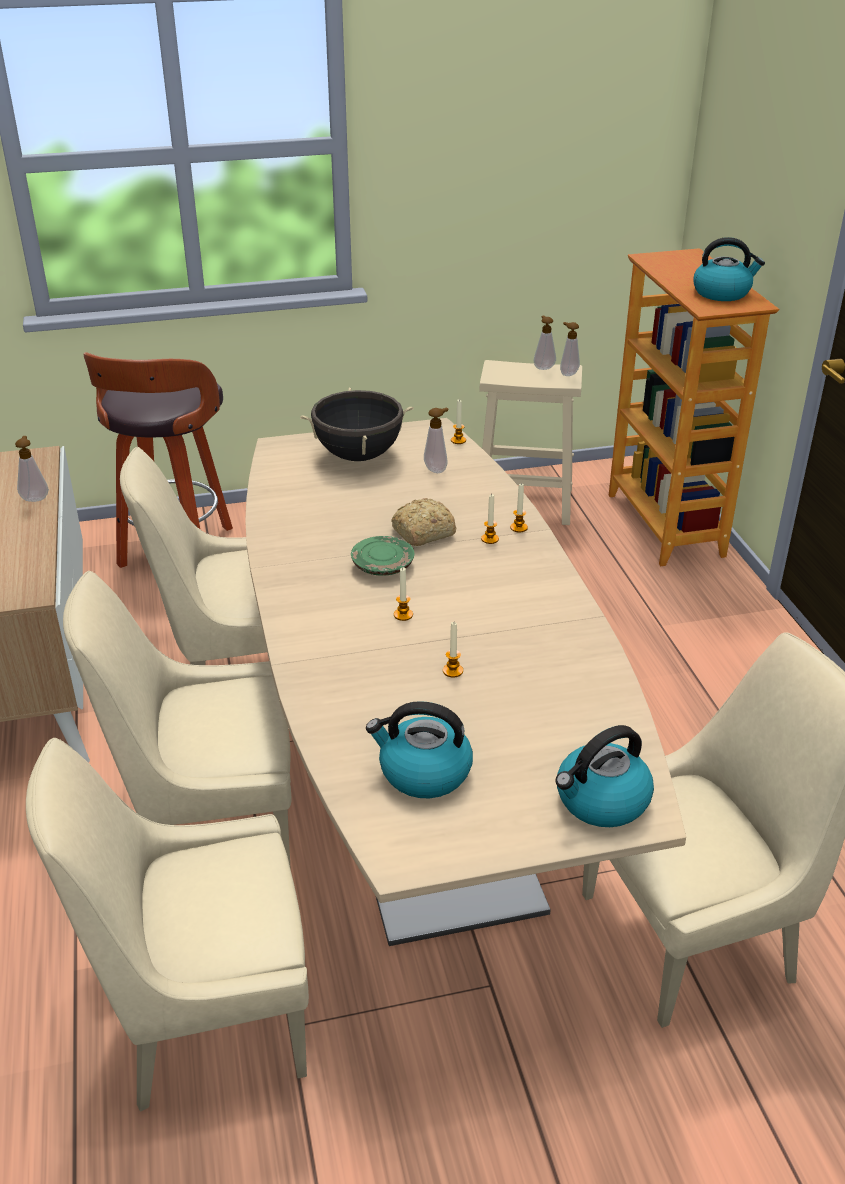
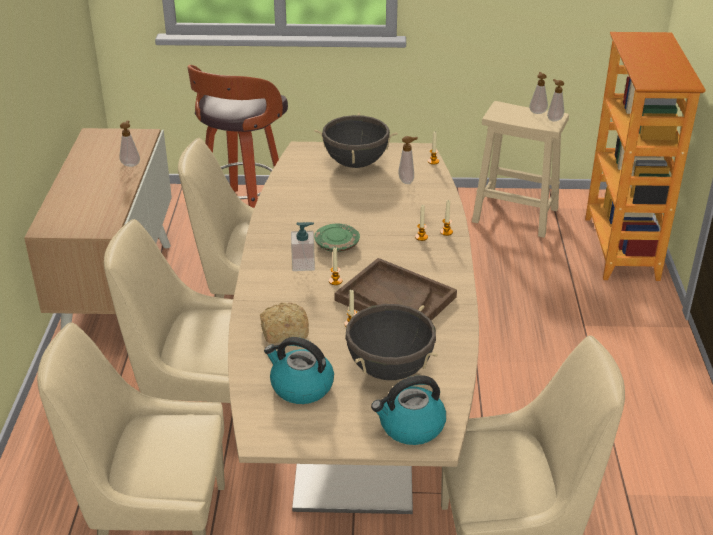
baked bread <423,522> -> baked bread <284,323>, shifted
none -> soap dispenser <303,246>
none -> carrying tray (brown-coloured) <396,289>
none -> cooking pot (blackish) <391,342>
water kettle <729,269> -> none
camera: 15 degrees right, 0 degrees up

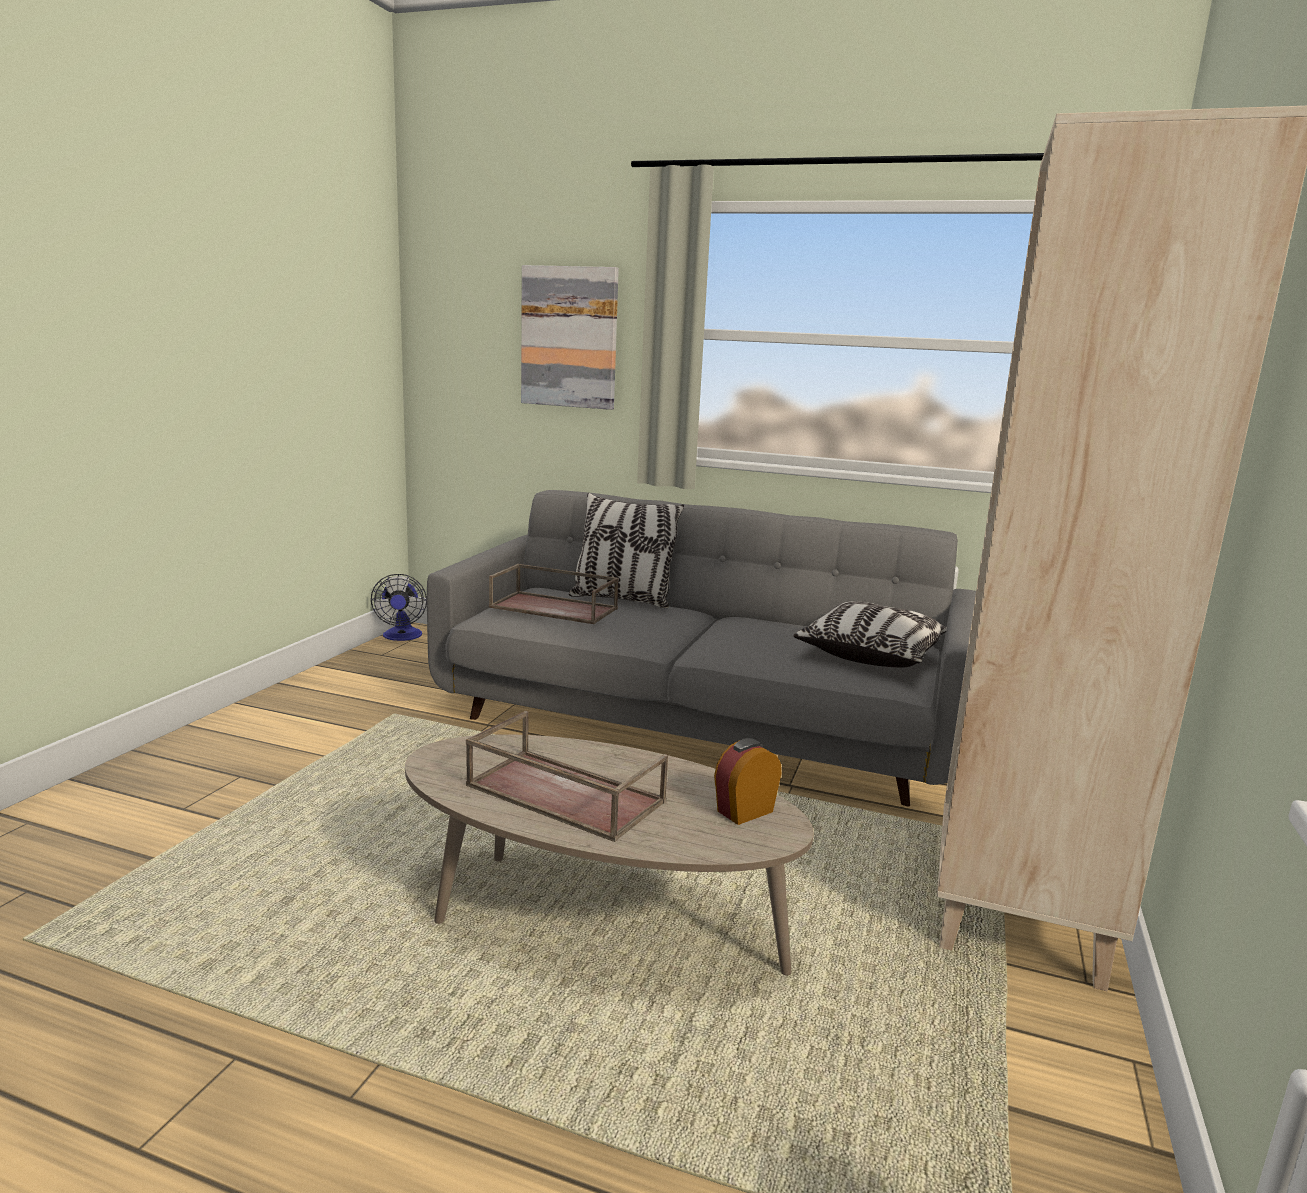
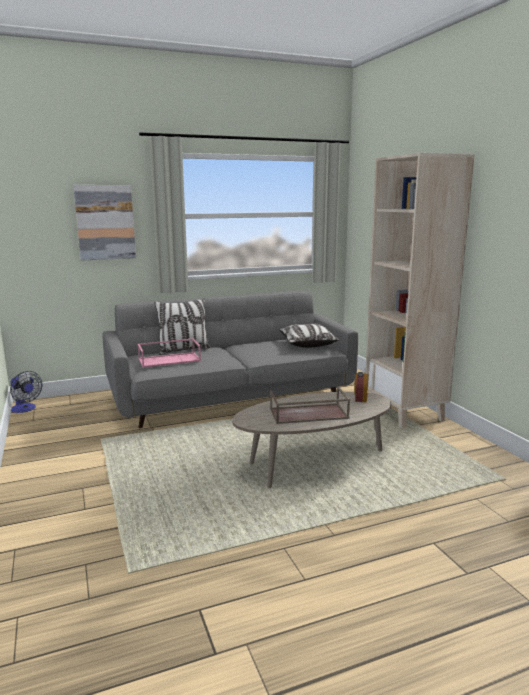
carrying tray (brown-coloured) <554,594> -> carrying tray (pink) <169,353>
camera: 40 degrees left, 0 degrees up

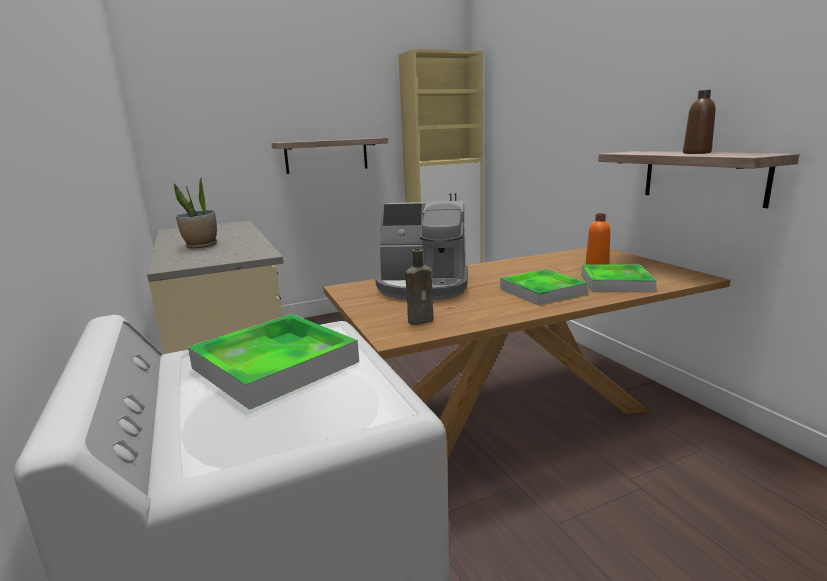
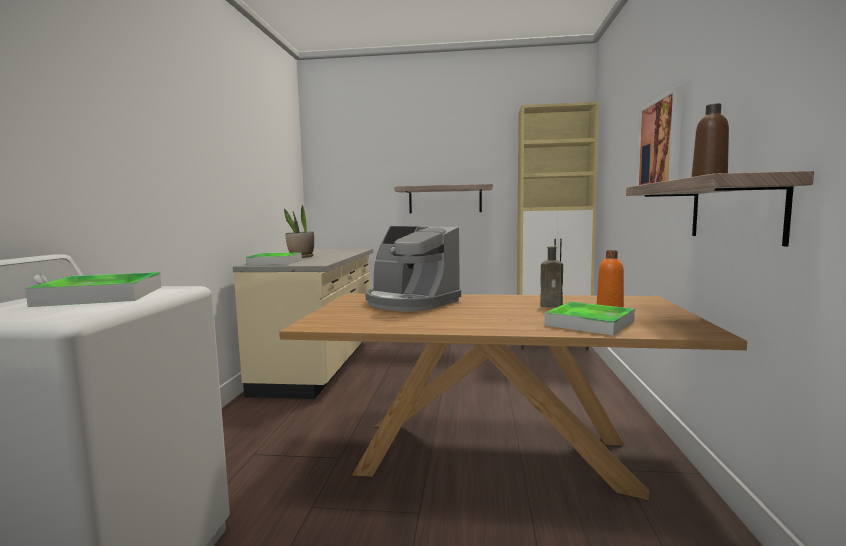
carrying tray <544,287> -> carrying tray <274,259>, shifted
bottle (brown-coloured) <419,287> -> bottle (brown-coloured) <551,276>, shifted
none -> picture <659,136>
camera: 30 degrees right, 10 degrees down

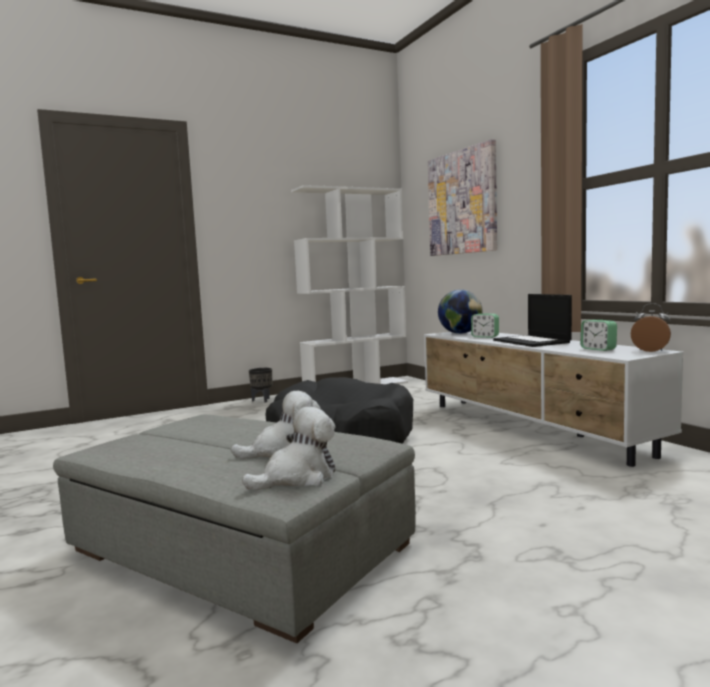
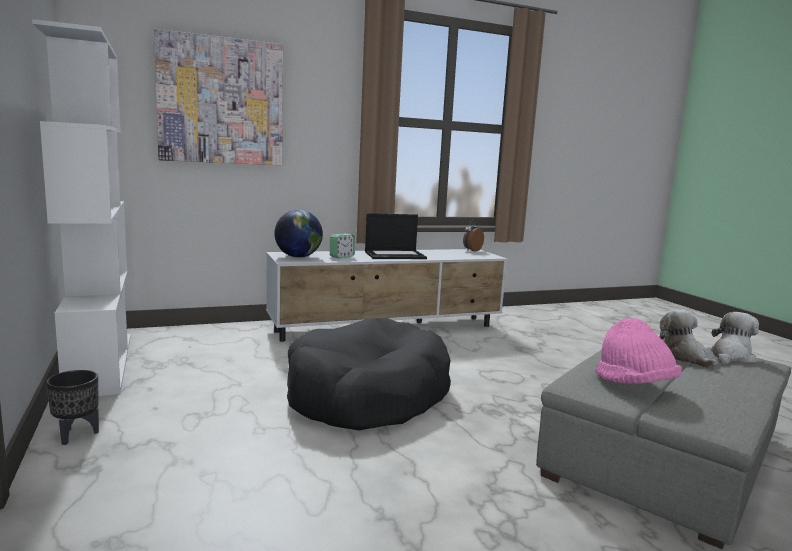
none -> clothing hat (pink) <638,351>
cuddly toy <288,448> -> cuddly toy <735,338>, 75 degrees clockwise
table clock <599,335> -> none
camera: 85 degrees left, 5 degrees up

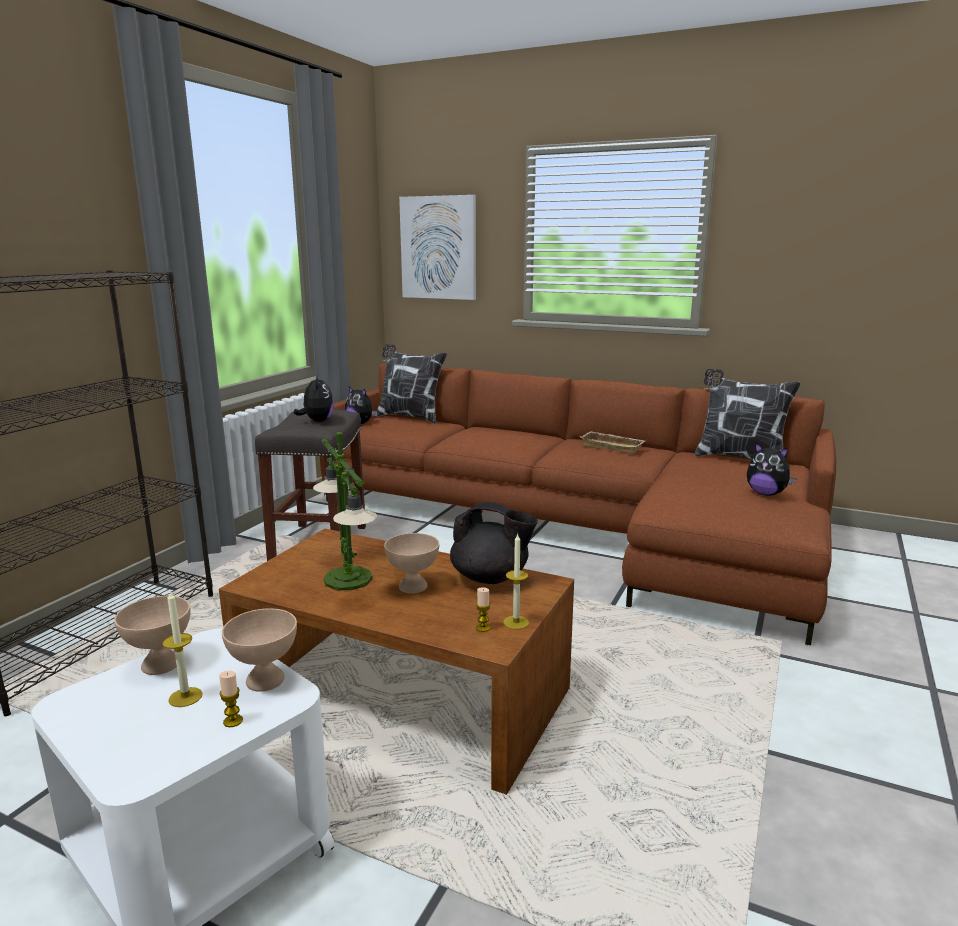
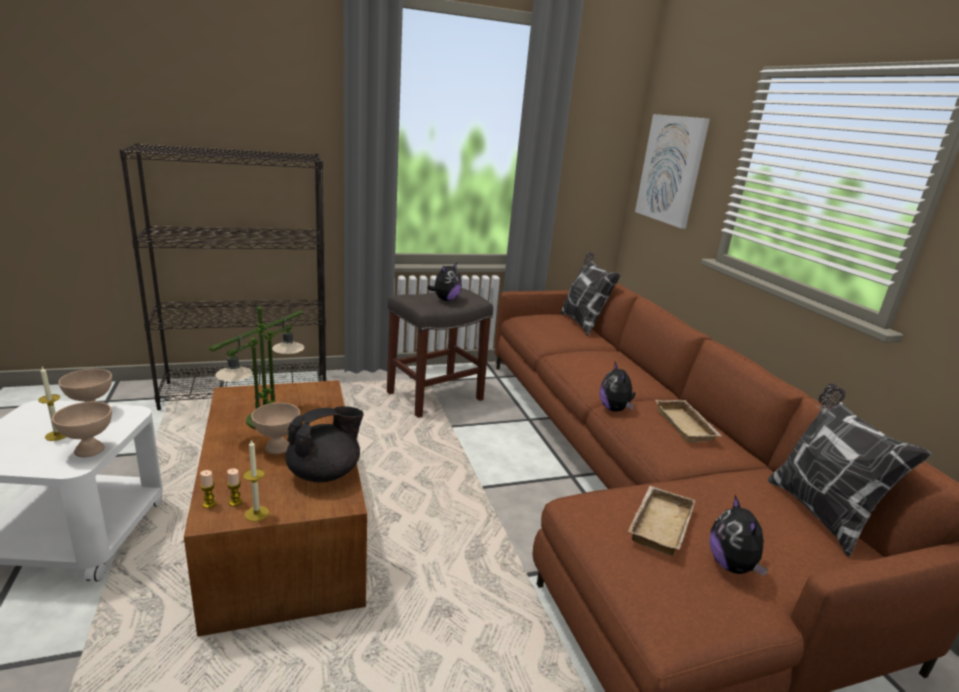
candle <231,699> -> candle <208,489>, shifted
pot for tea (blackish) <494,543> -> pot for tea (blackish) <324,444>, 105 degrees counterclockwise
cuddly toy <361,405> -> cuddly toy <618,387>, shifted
none -> carrying tray (beige) <662,521>
camera: 45 degrees right, 5 degrees up

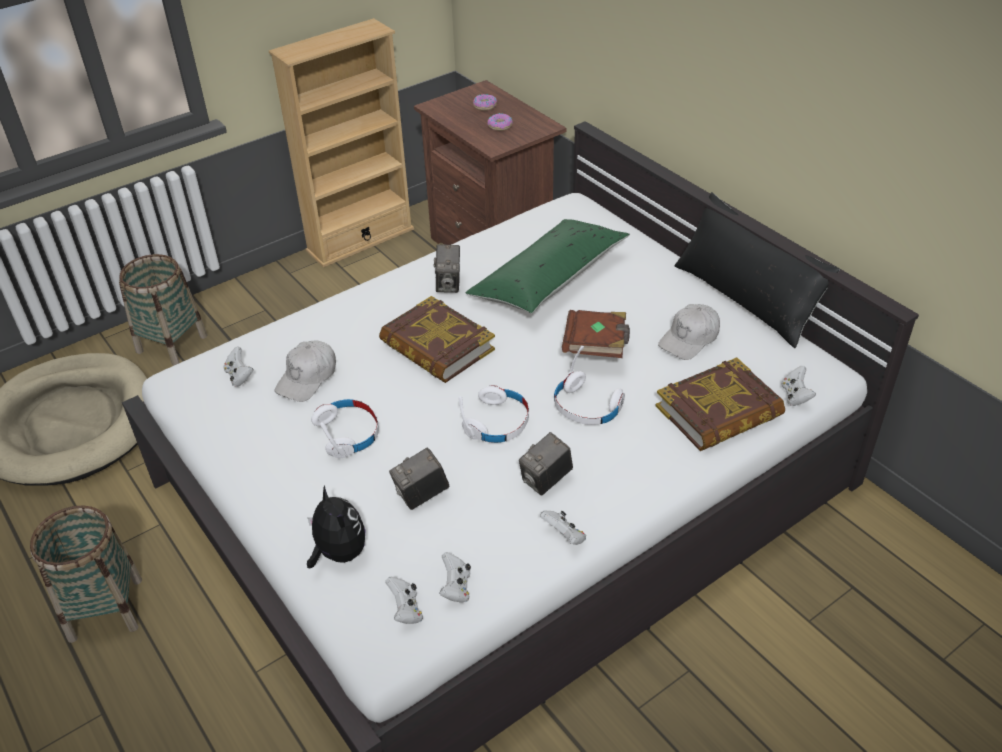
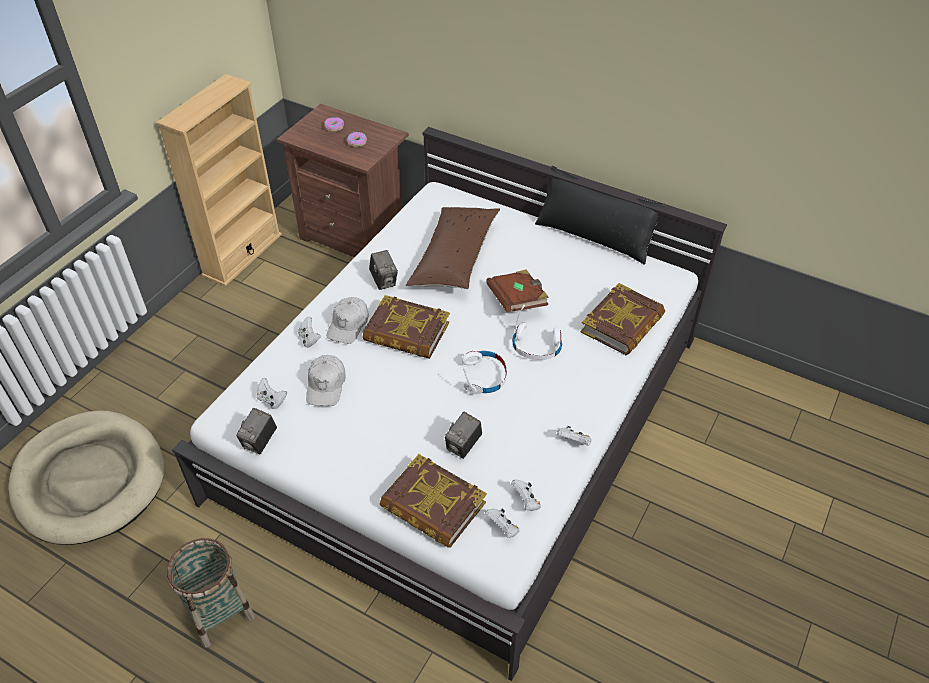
still camera <546,464> -> still camera <256,431>, shifted
joypad (whitish) <799,386> -> joypad (whitish) <309,332>, shifted
peaked cap (whitish) <689,332> -> peaked cap (whitish) <347,320>, shifted
cuddly toy <336,526> -> bound book <433,501>
throw pillow (greenish) <548,266> -> throw pillow (brown-coloured) <453,248>
storage basket <163,310> -> none
pair of headphones (whitish) <345,428> -> none
camera: 25 degrees left, 5 degrees up

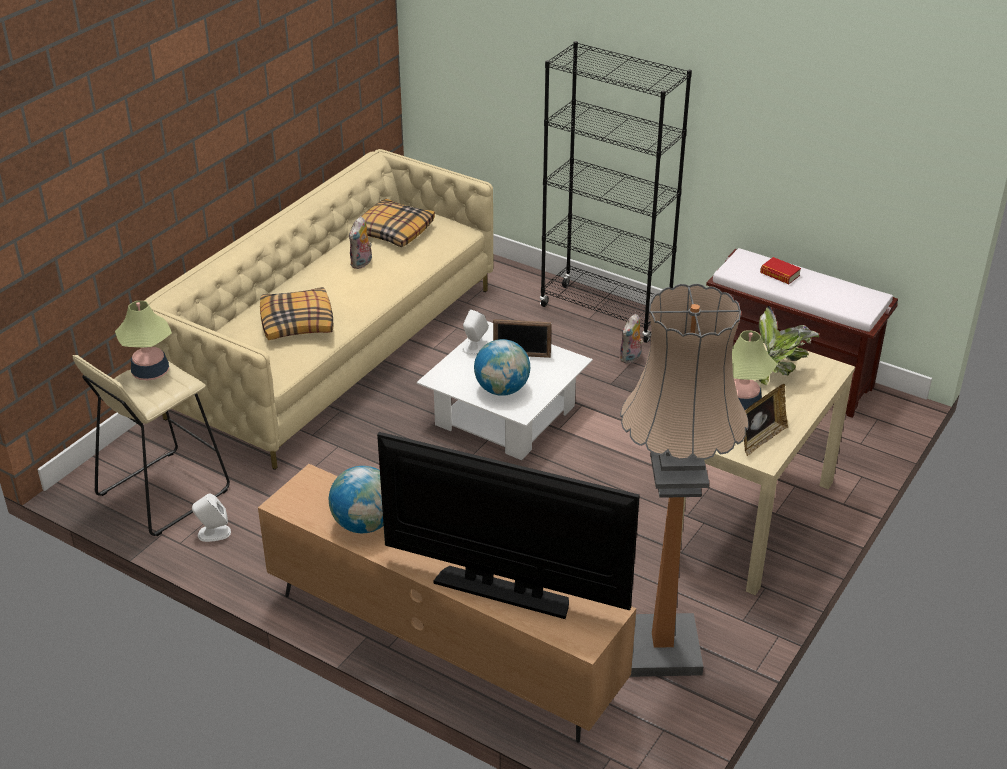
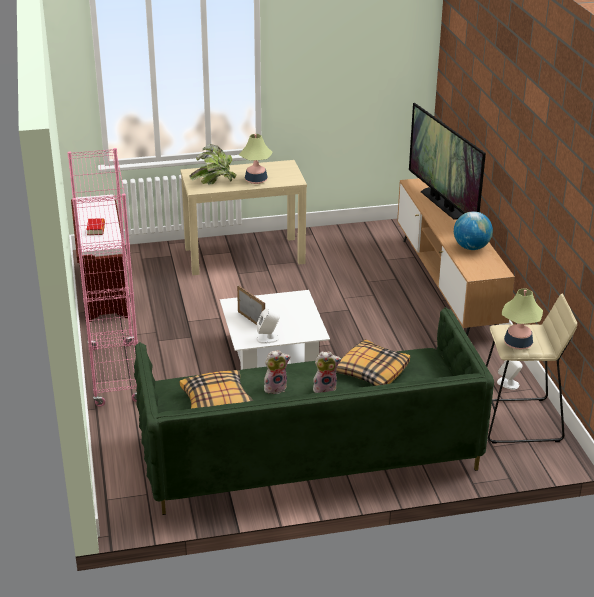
bookshelf (blackish) <616,192> -> bookshelf (pink) <102,277>
sofa (beige) <318,309> -> sofa (greenish) <314,411>
cuddly toy <631,339> -> cuddly toy <327,372>, shifted
desk globe <502,367> -> none
standing lamp <684,480> -> none
picture frame <766,420> -> none
camera: 135 degrees left, 5 degrees down

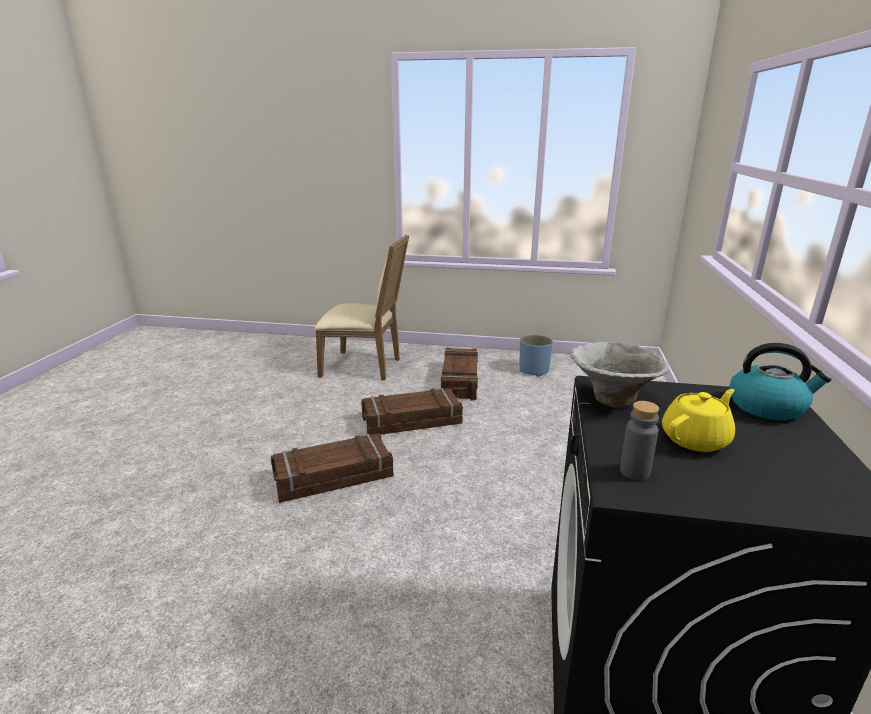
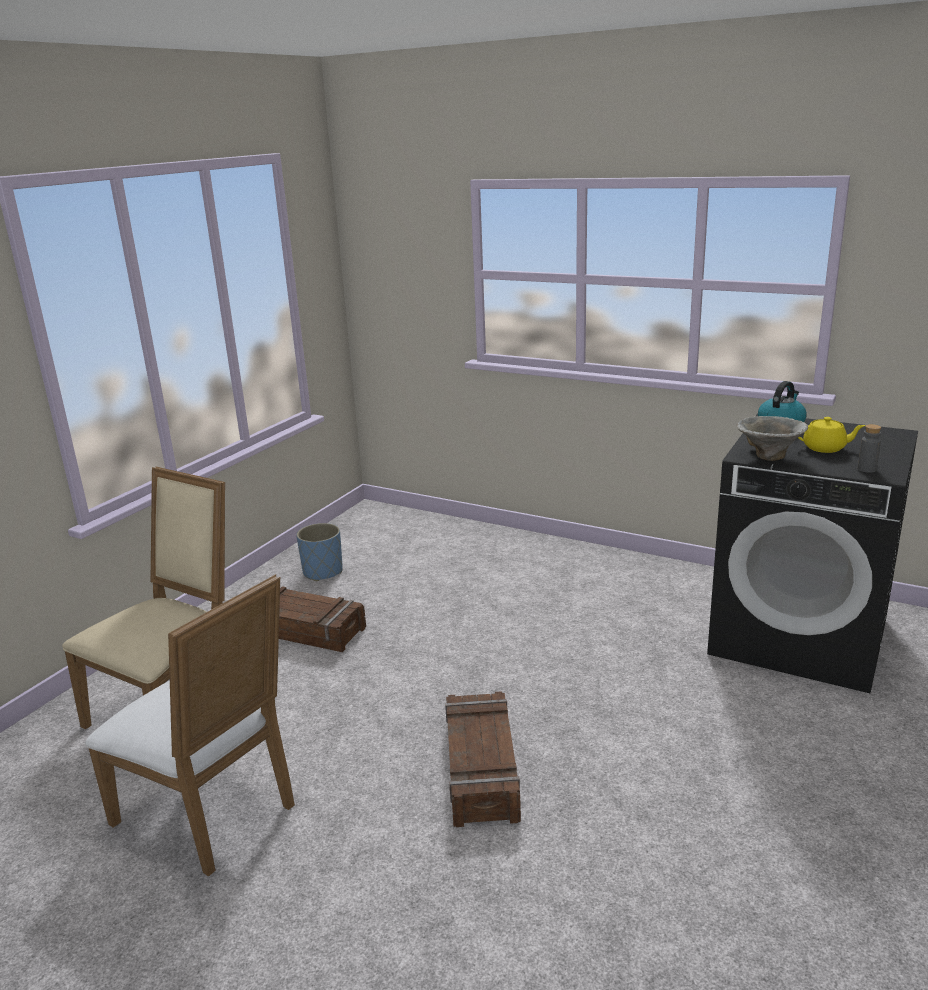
none -> chair (whitish) <190,725>
pot for tea (yellowish) <698,420> -> pot for tea (yellowish) <832,435>, 120 degrees clockwise
crate <412,411> -> none
camera: 70 degrees left, 0 degrees up

